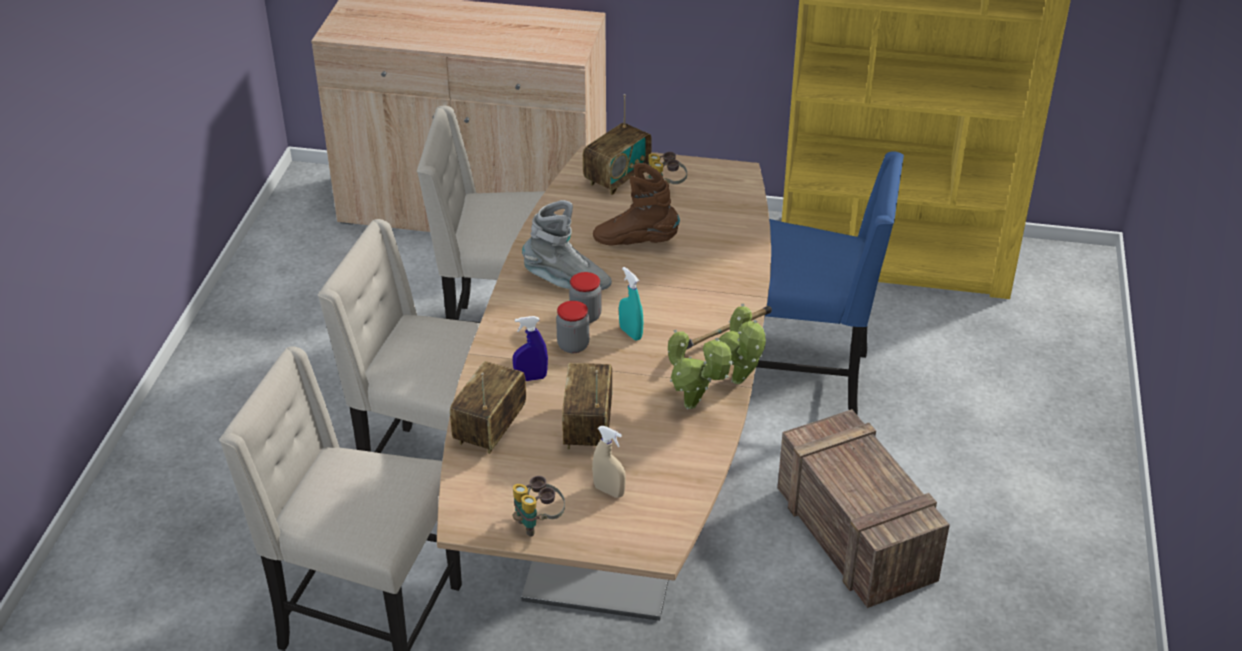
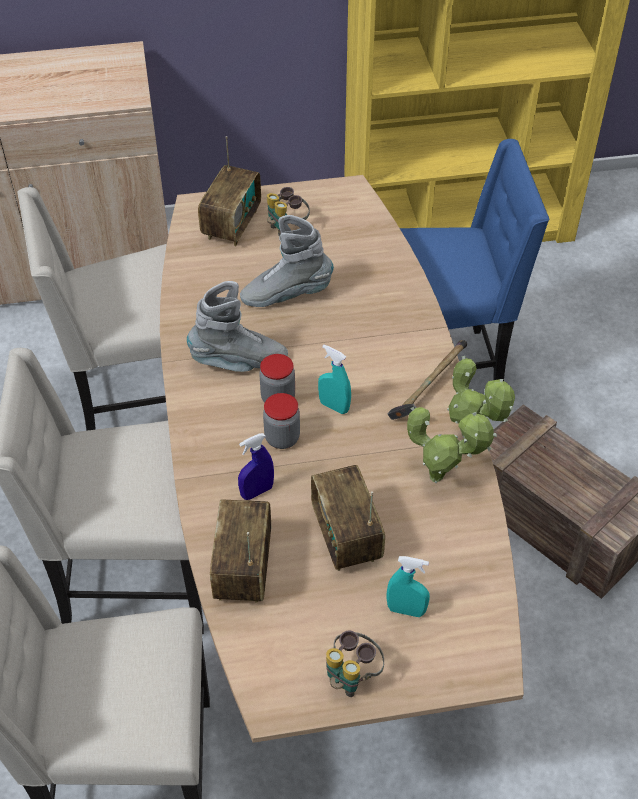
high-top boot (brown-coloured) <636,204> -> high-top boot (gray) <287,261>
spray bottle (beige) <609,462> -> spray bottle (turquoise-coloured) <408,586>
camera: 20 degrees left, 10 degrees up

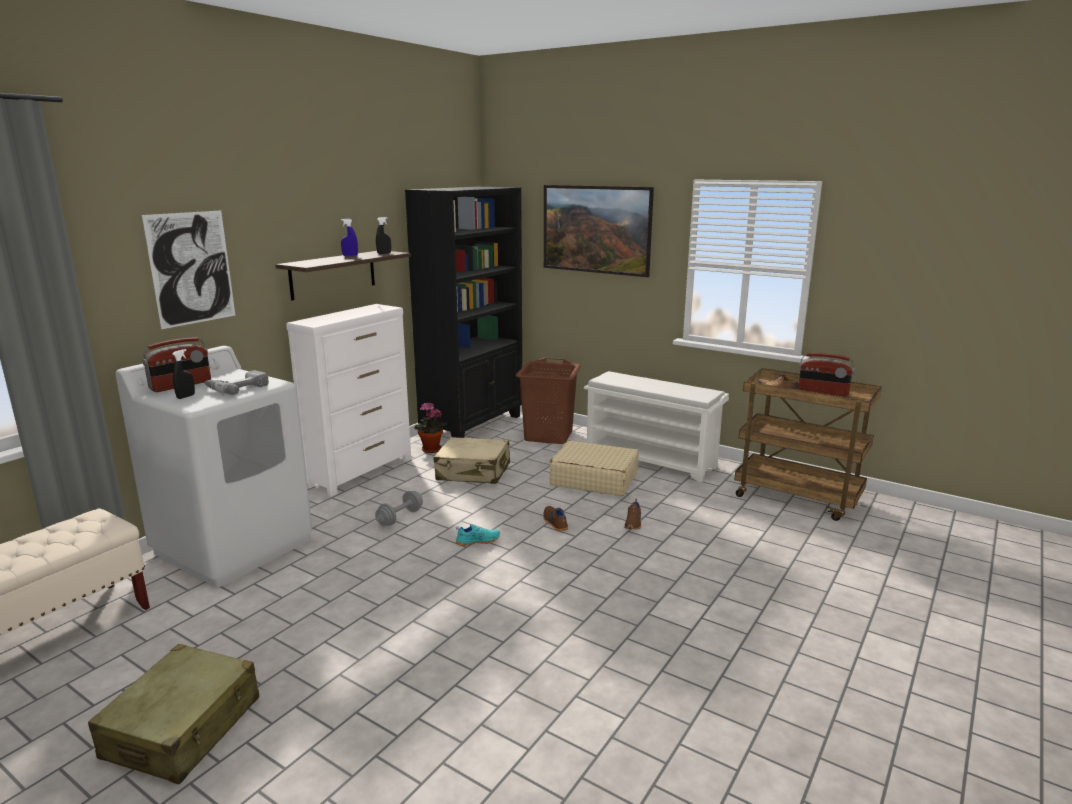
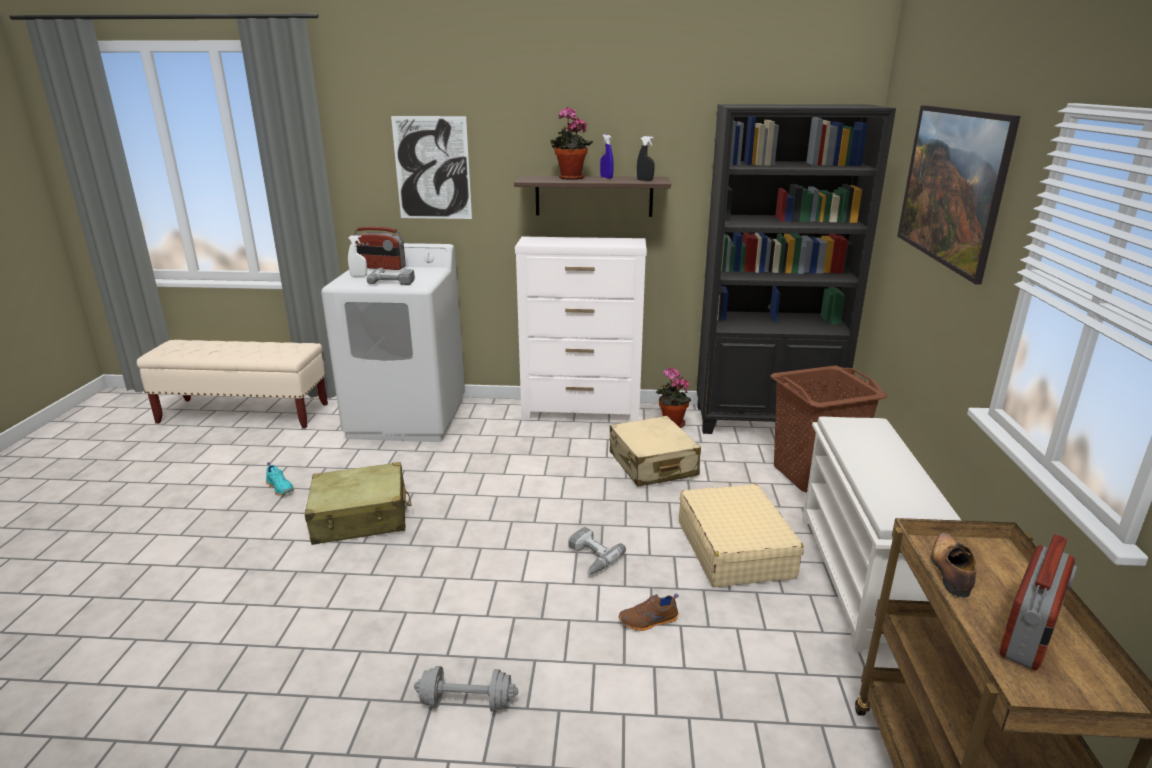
shoe (turquoise-coloured) <478,535> -> shoe (turquoise-coloured) <280,479>, shifted
travel case (beige) <174,714> -> travel case (beige) <358,503>, shifted
spray bottle (blackish) <183,374> -> spray bottle (whitish) <357,256>
hand weight (gray) <399,508> -> hand weight (gray) <466,689>, shifted
none -> plant in a pot <571,143>
shoe (brown-coloured) <555,518> -> electric drill <597,550>
radio receiver <826,375> -> radio receiver <1038,602>, 135 degrees counterclockwise
camera: 60 degrees right, 5 degrees up

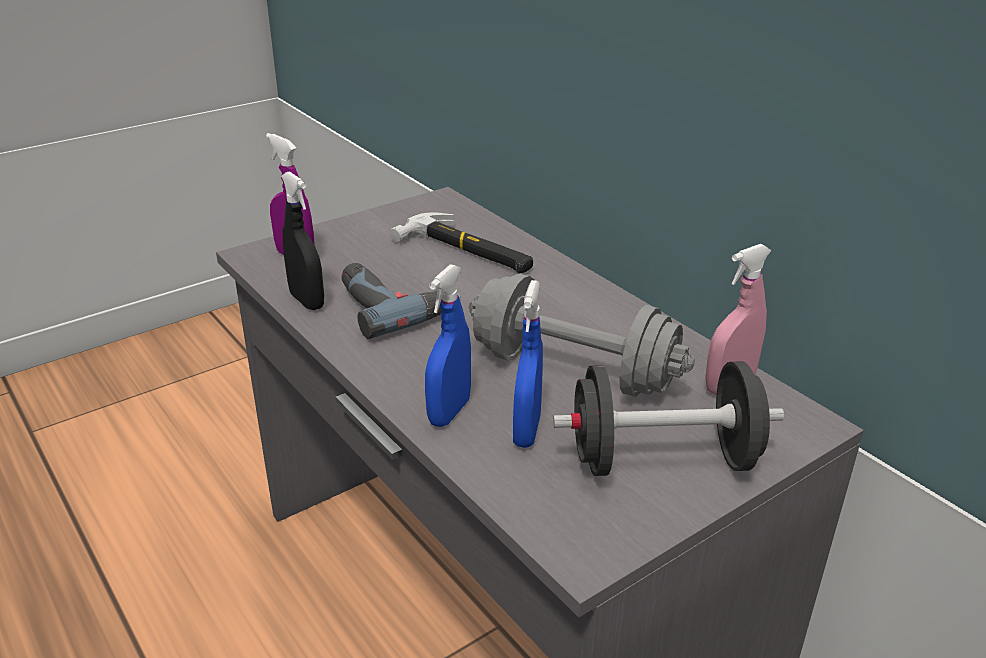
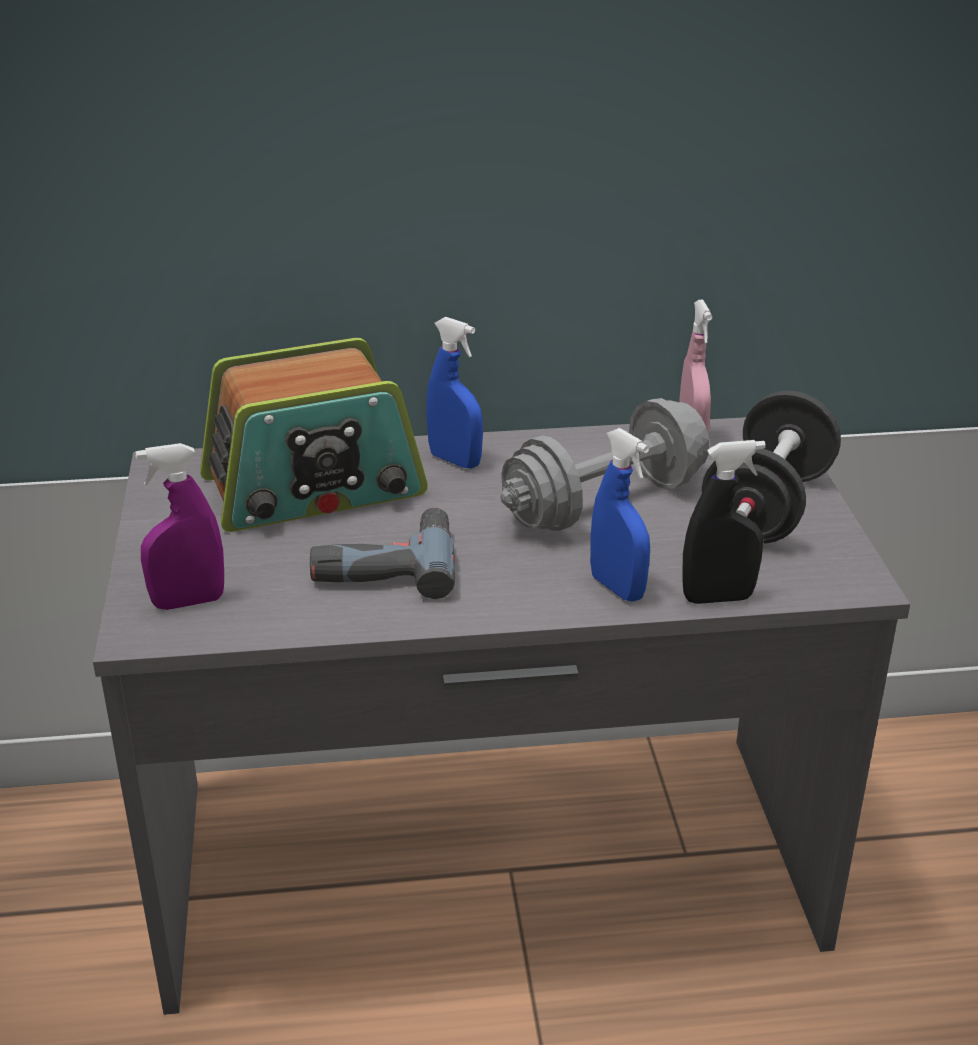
tool hammer <461,243> -> radio receiver <314,435>
spray bottle (blue-coloured) <528,364> -> spray bottle (blue-coloured) <454,393>, shifted
spray bottle (blackish) <302,240> -> spray bottle (blackish) <724,522>, shifted
camera: 60 degrees left, 0 degrees up

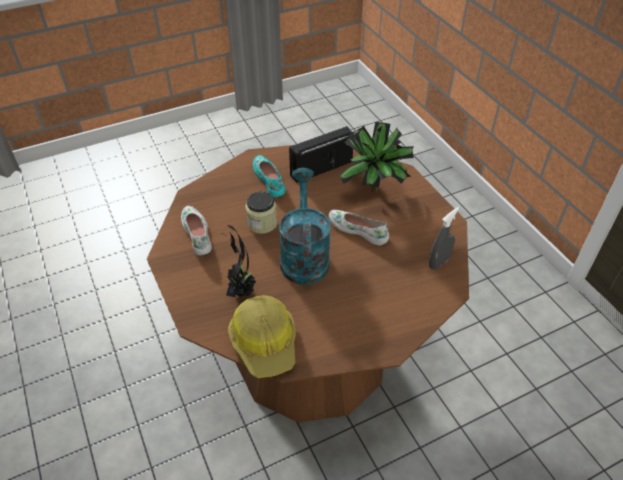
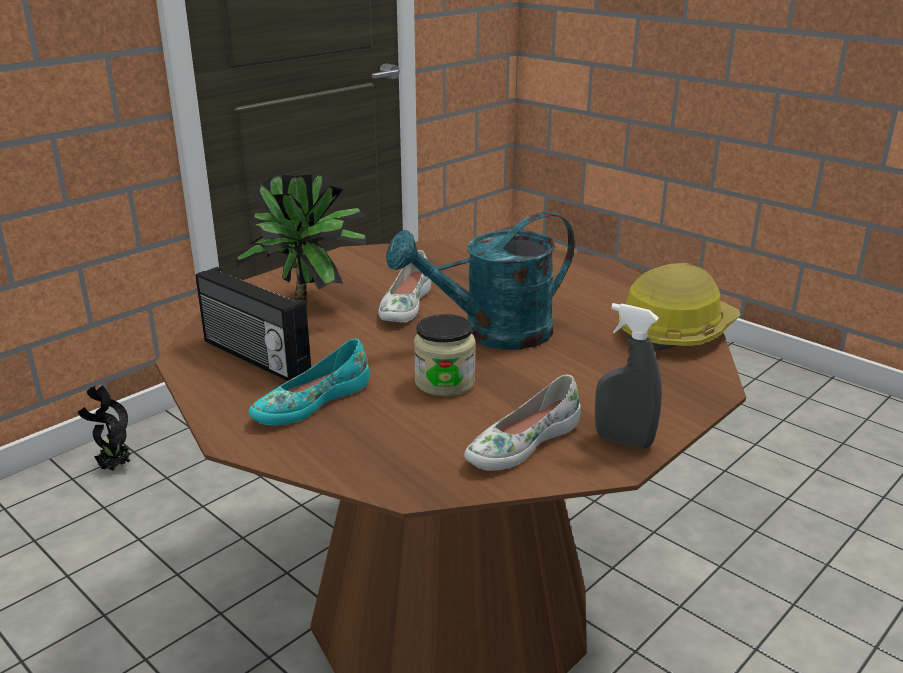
plant in a pot <238,261> -> plant in a pot <104,428>, shifted
spray bottle (gray) <444,238> -> spray bottle (gray) <628,376>, shifted
camera: 110 degrees left, 20 degrees down

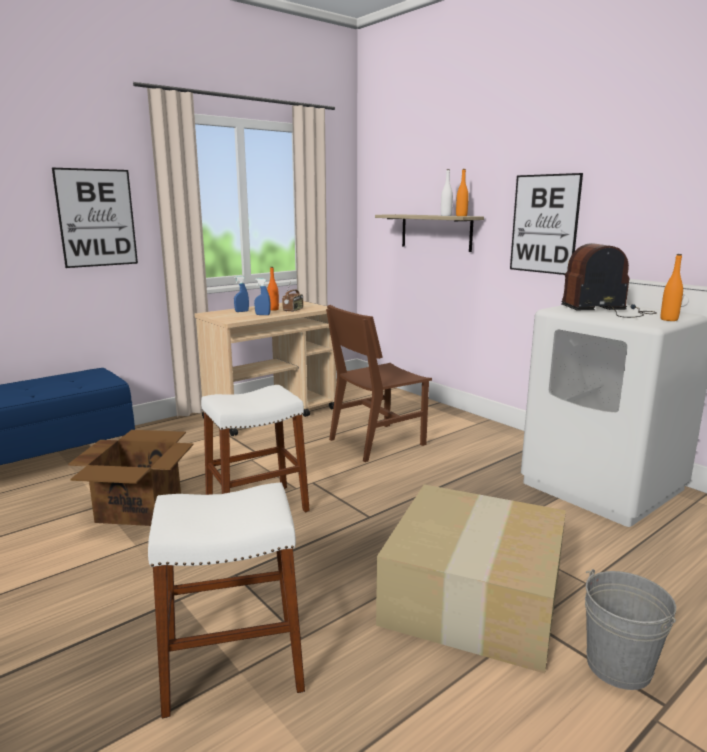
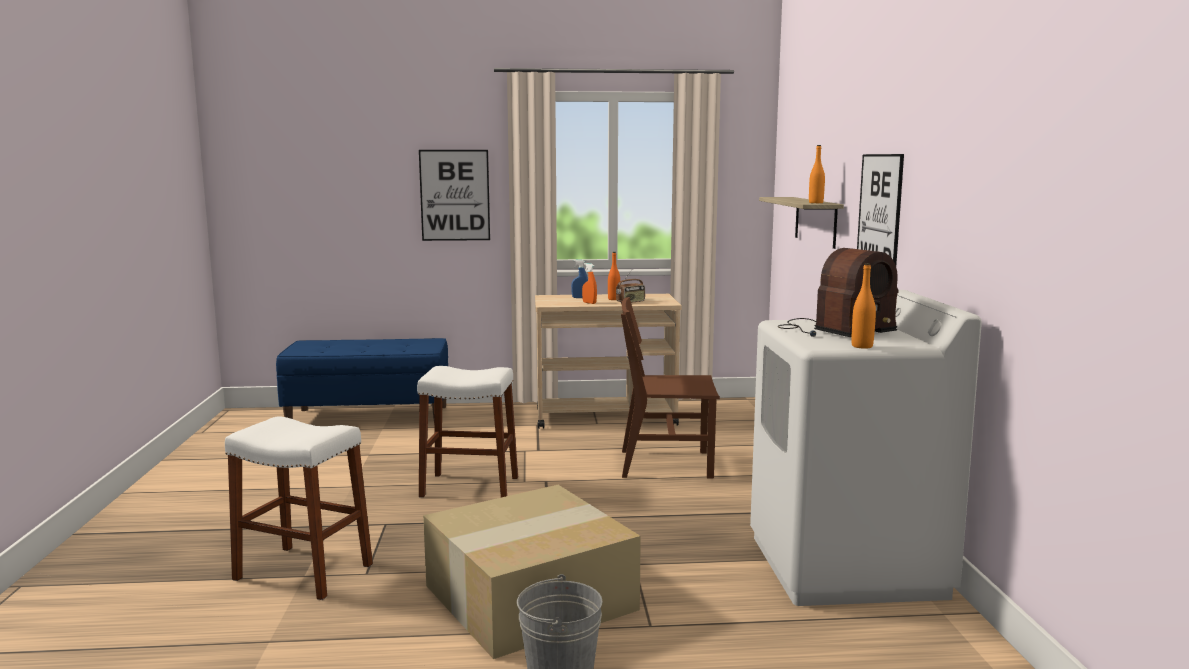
spray bottle (blue-coloured) <262,296> -> spray bottle (orangey) <589,283>
radio receiver <608,280> -> radio receiver <838,292>, 120 degrees clockwise
carton <130,478> -> none
bottle (whitish) <447,192> -> none
camera: 35 degrees right, 5 degrees down

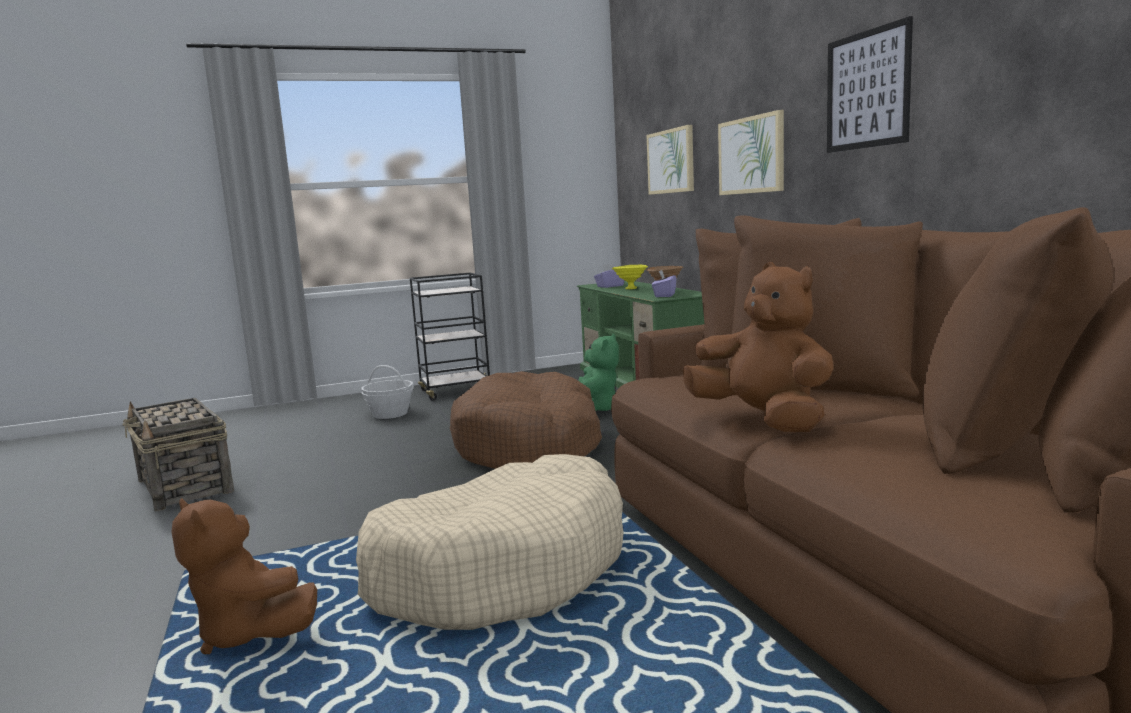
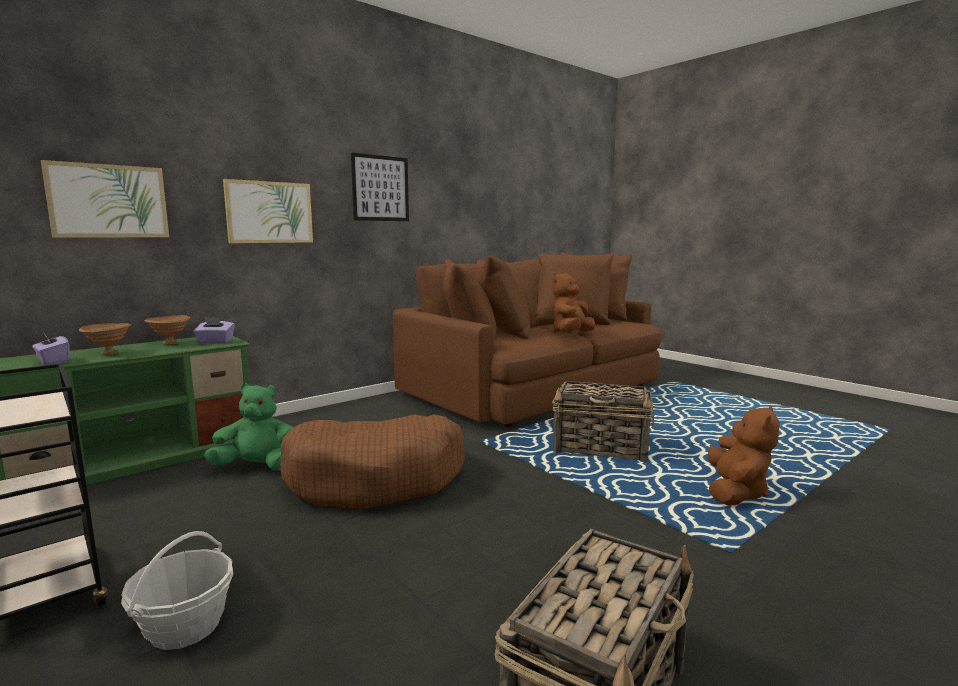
bowl (yellowish) <630,277> -> bowl (brown-coloured) <105,339>
dog cushion (beige) <490,542> -> storage basket <603,421>
camera: 110 degrees left, 0 degrees up

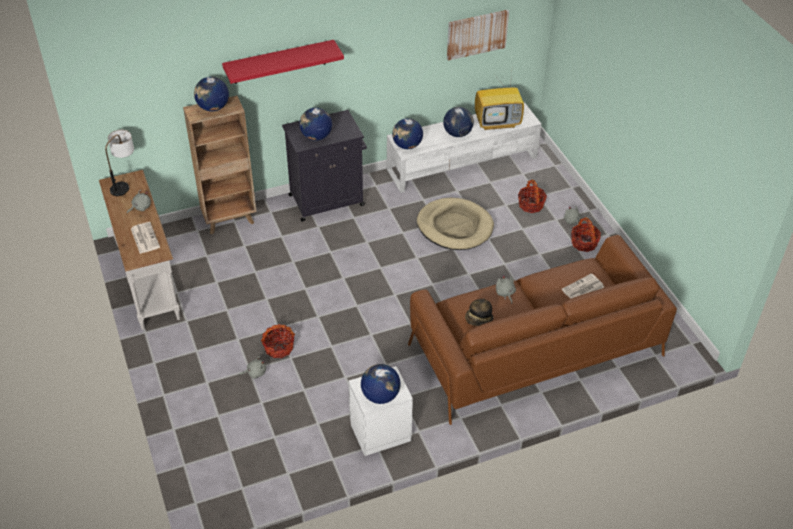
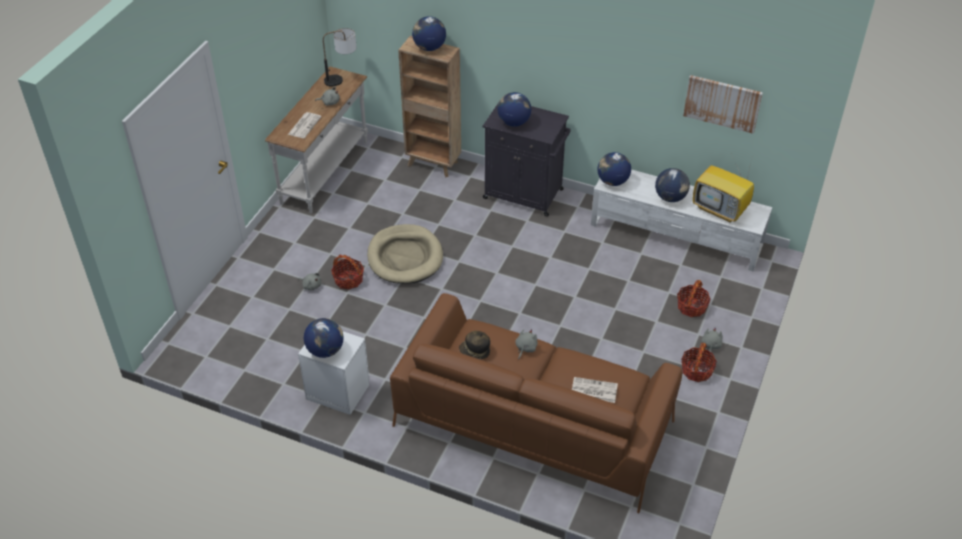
dog cushion (beige) <455,224> -> dog cushion (beige) <405,254>, shifted
shelf (red) <283,62> -> none
camera: 45 degrees right, 0 degrees up

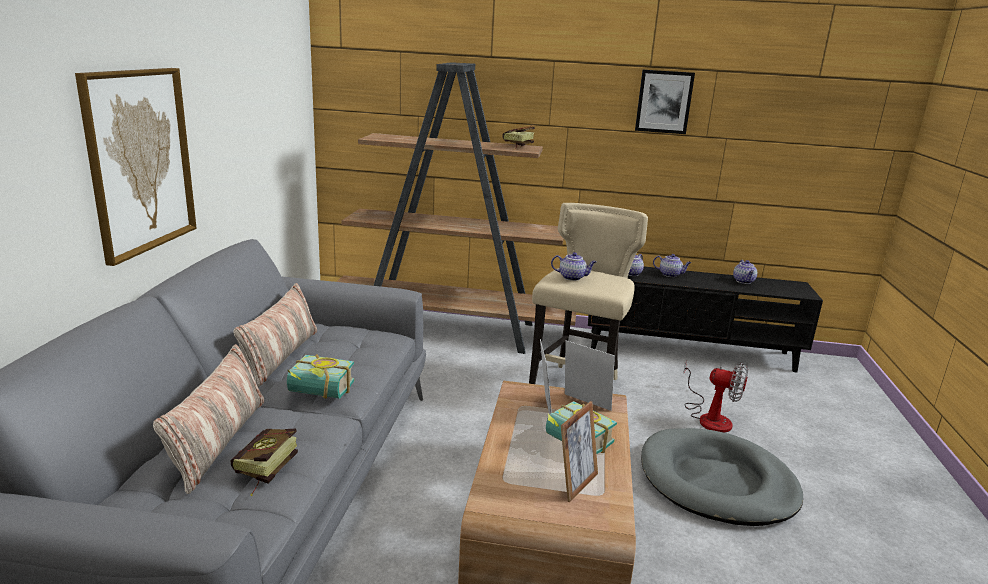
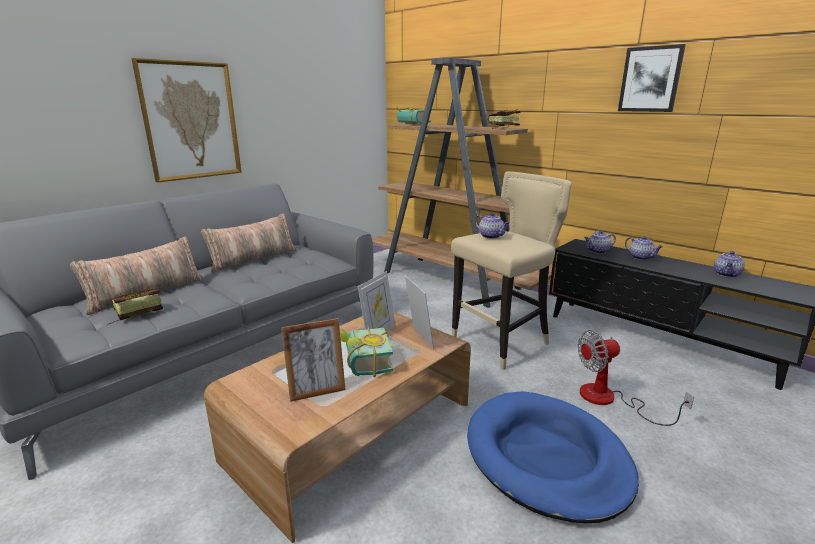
bound book <320,376> -> bound book <413,115>, shifted
dog cushion (gray) <722,477> -> dog cushion (blue-coloured) <553,457>
cooling fan <715,397> -> cooling fan <636,378>, 105 degrees clockwise
camera: 35 degrees right, 0 degrees up

